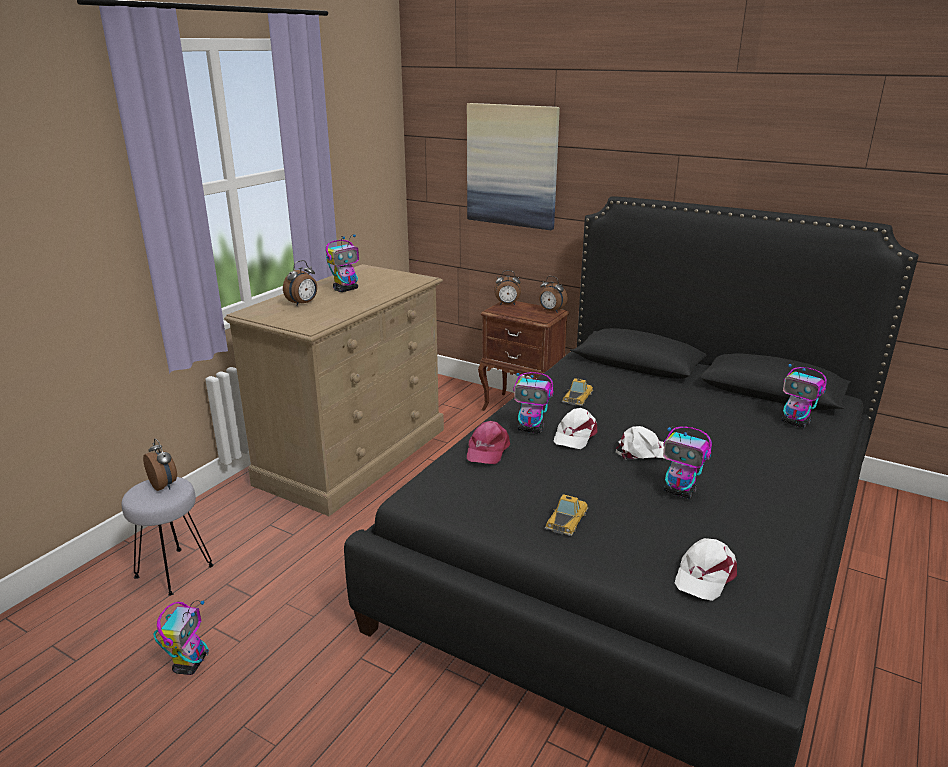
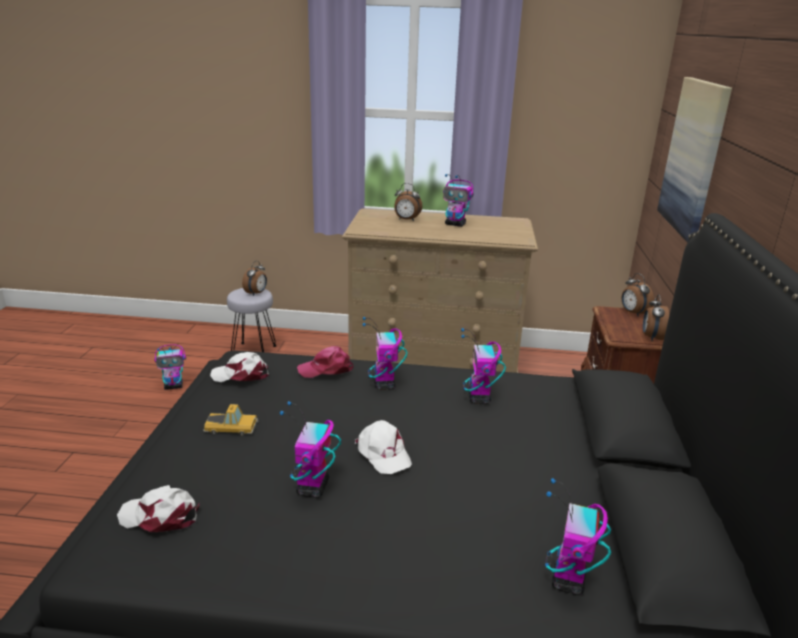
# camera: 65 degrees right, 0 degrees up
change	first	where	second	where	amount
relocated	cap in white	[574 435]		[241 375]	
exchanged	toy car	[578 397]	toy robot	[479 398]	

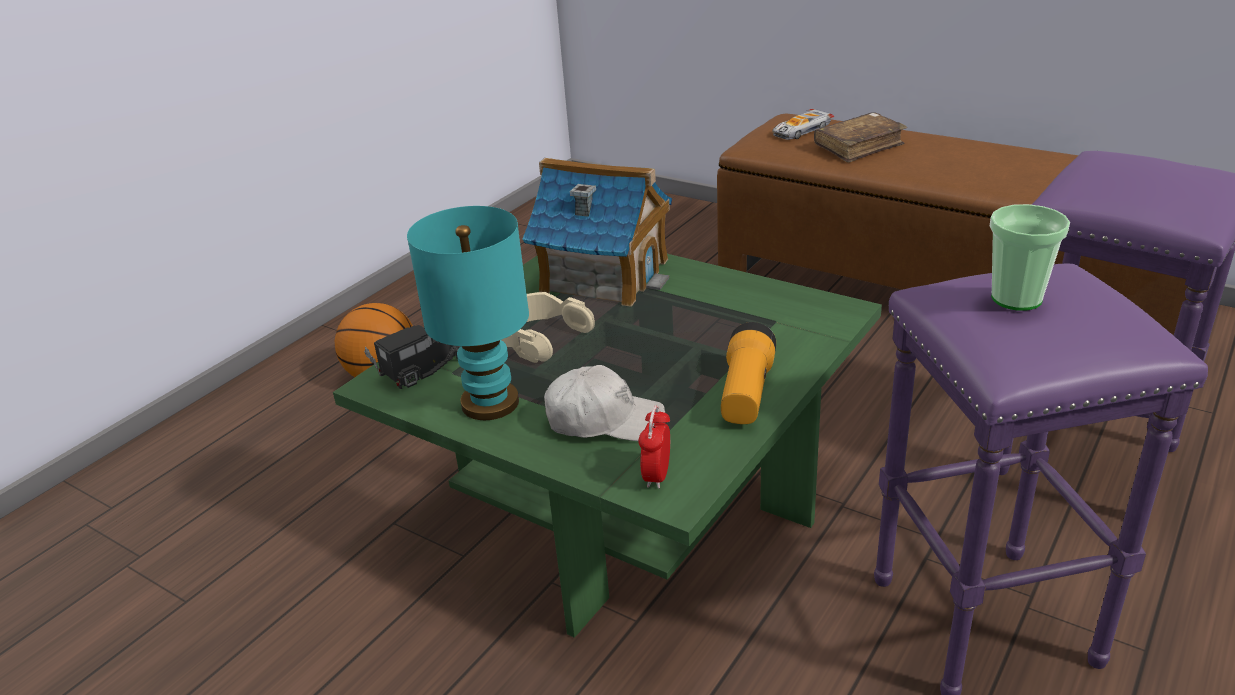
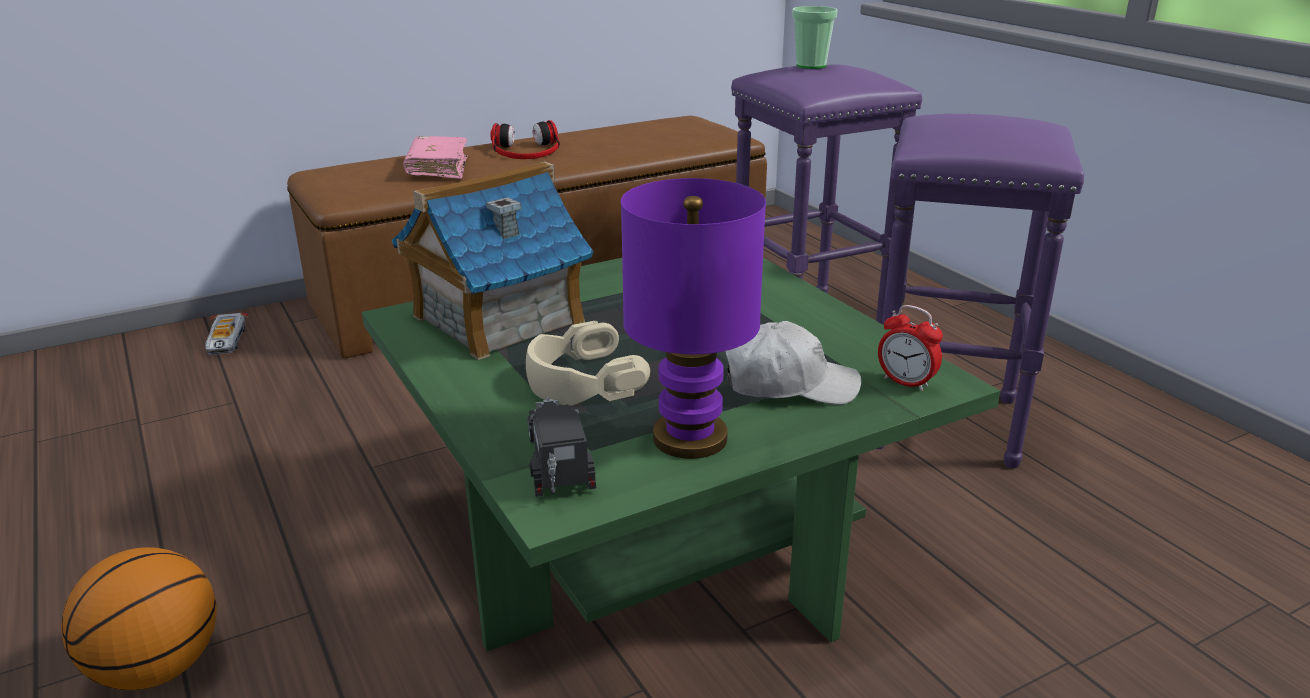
# camera: 65 degrees left, 5 degrees down
change	first	where	second	where	amount
relocated	toy car	[801 131]		[226 340]	
colour	volume in brownish	[858 147]	volume in pink-coloured	[438 168]	
appeared			pair of headphones	[526 150]	
colour	table lamp in blue-green	[491 402]	table lamp in purple	[689 437]	
spun	cap in white	[604 420]		[789 385]	60 degrees clockwise
relocated	cup	[1016 298]		[811 66]	
missing	hand torch	[746 393]			

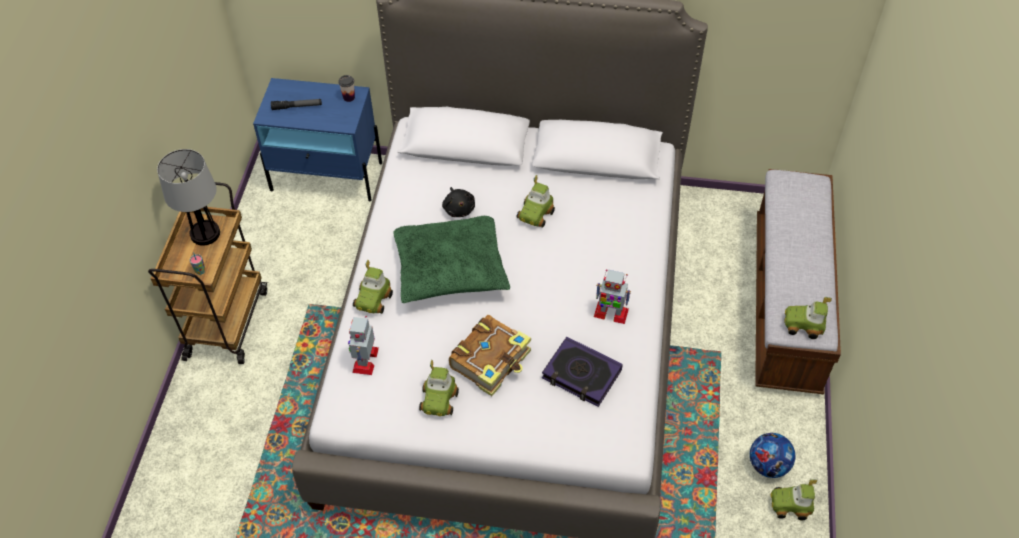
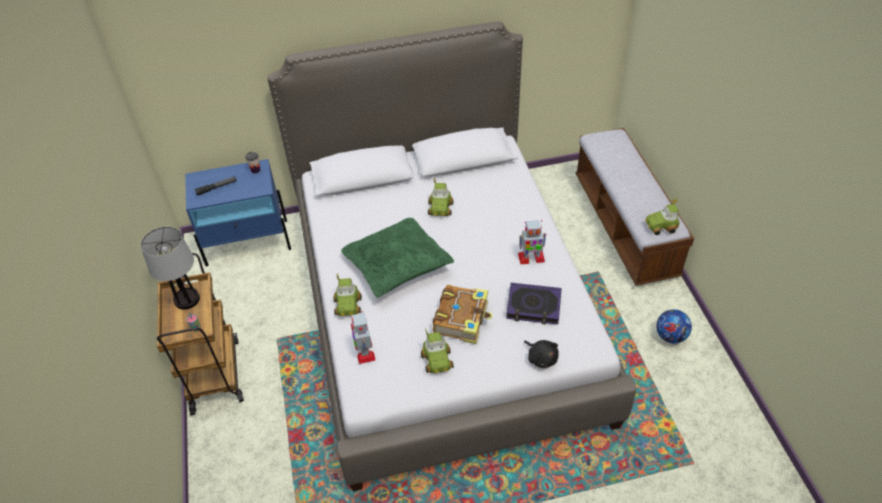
# camera: 20 degrees left, 5 degrees down
change	first	where	second	where	amount
relocated	plush toy in black	[459 208]		[541 358]	
missing	toy car	[790 505]			

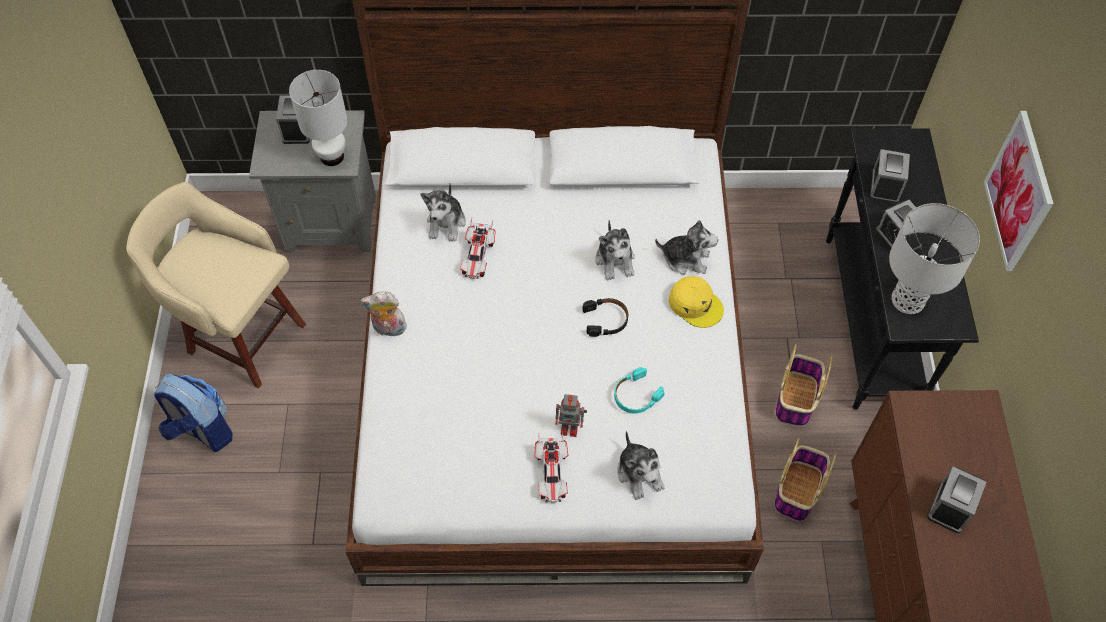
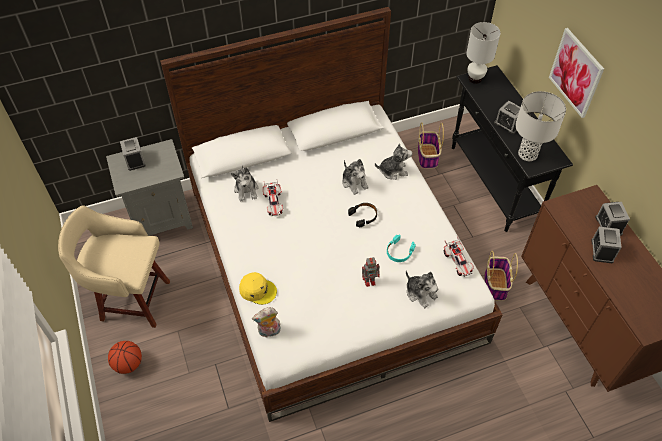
# camera: 20 degrees left, 5 degrees down
change	first	where	second	where	amount
exchanged	knapsack	[202 430]	ball for basketball	[128 364]	
relocated	cap in yellowish	[695 304]		[257 290]	
relocated	plush toy	[388 329]		[269 332]	
relocated	household basket	[796 400]		[427 157]	
relocated	toy car	[552 474]		[457 262]	
relocated	table lamp in white	[332 156]		[475 78]	
relocated	bedside clock	[885 186]		[608 225]	

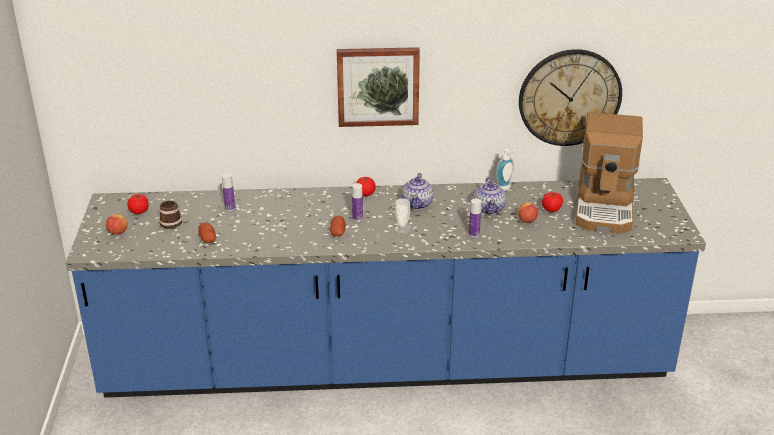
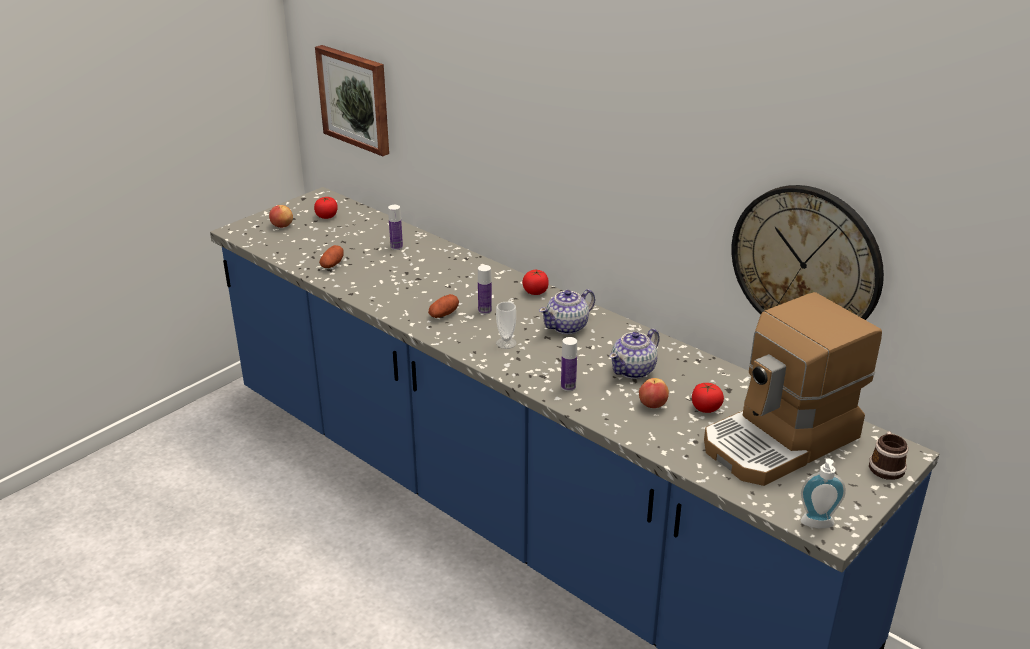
# camera: 45 degrees right, 0 degrees up
change	first	where	second	where	amount
relocated	wall art	[378 86]		[355 99]	
relocated	liquid soap bottle	[505 189]		[817 525]	
relocated	coffee mug	[169 222]		[885 466]	

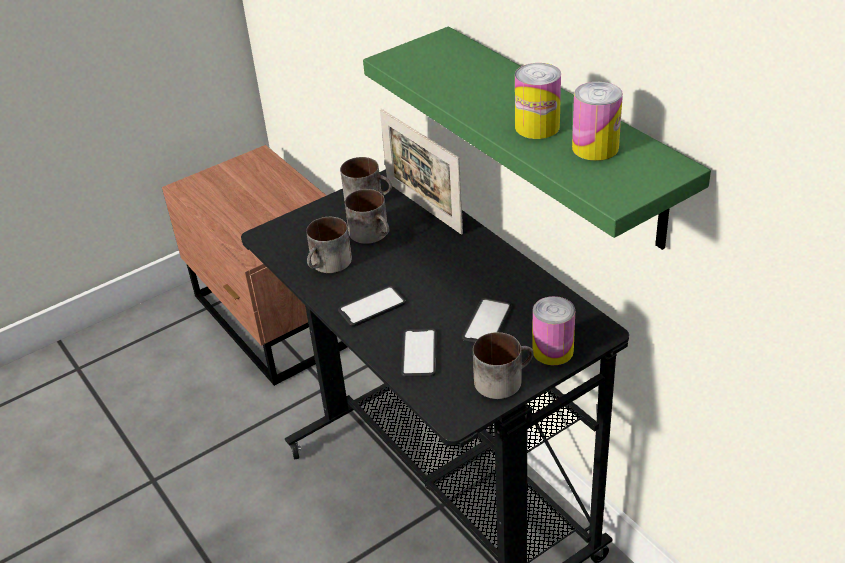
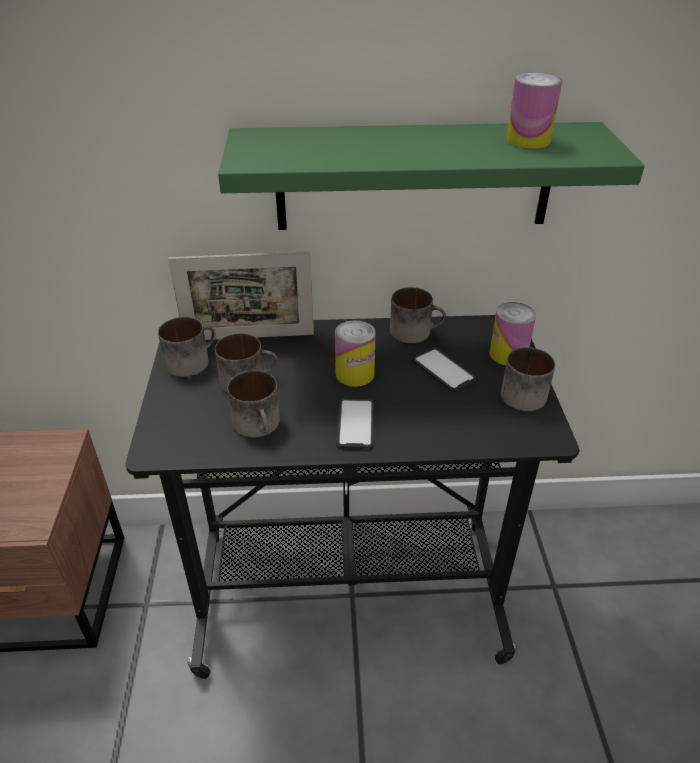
# camera: 60 degrees left, 0 degrees up
change	first	where	second	where	amount
relocated	can	[537 127]		[354 374]	
appeared			coffee mug	[415 331]	
missing	phone	[419 353]			

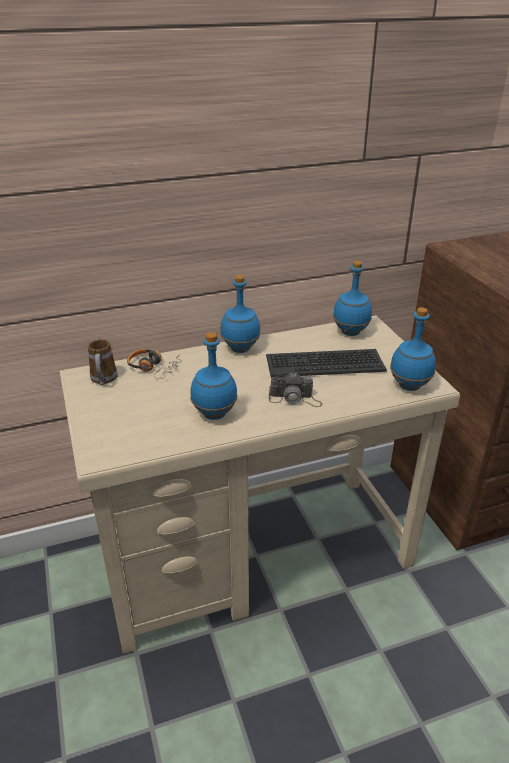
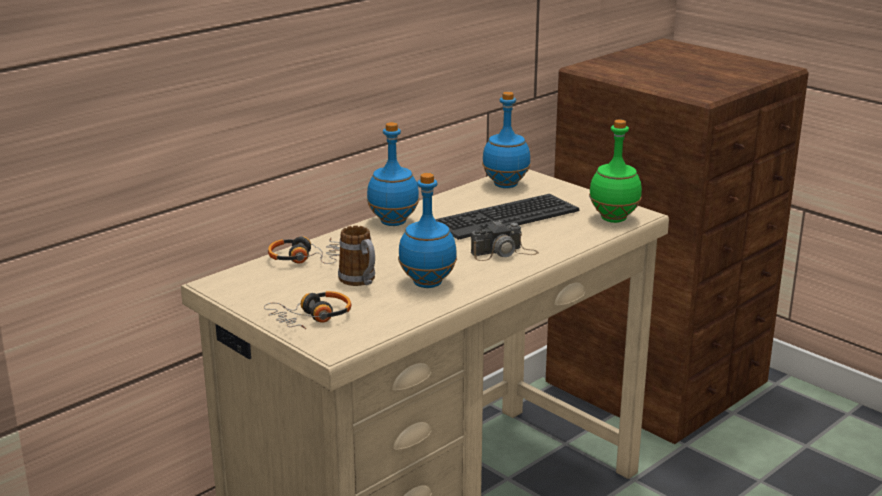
# camera: 25 degrees left, 10 degrees down
change	first	where	second	where	amount
appeared			pair of headphones	[311 318]	
relocated	coffee mug	[103 380]		[360 281]	
colour	bottle in blue-coloured	[409 385]	bottle in green-coloured	[613 218]	

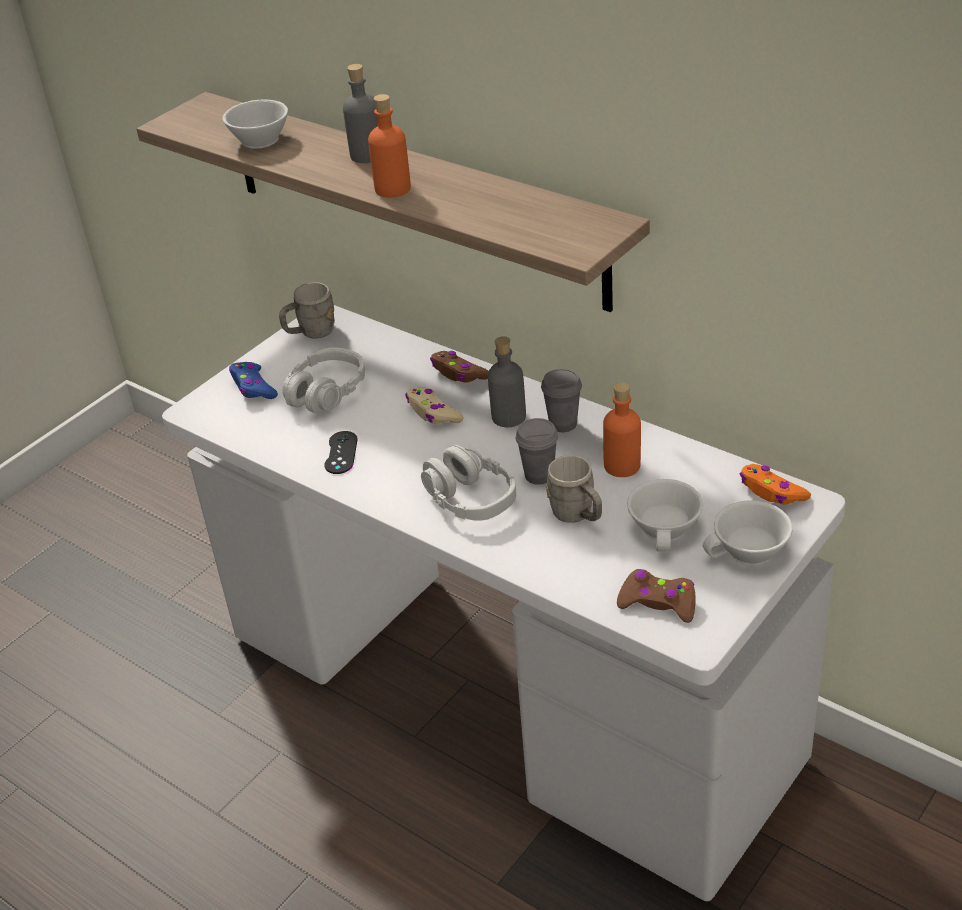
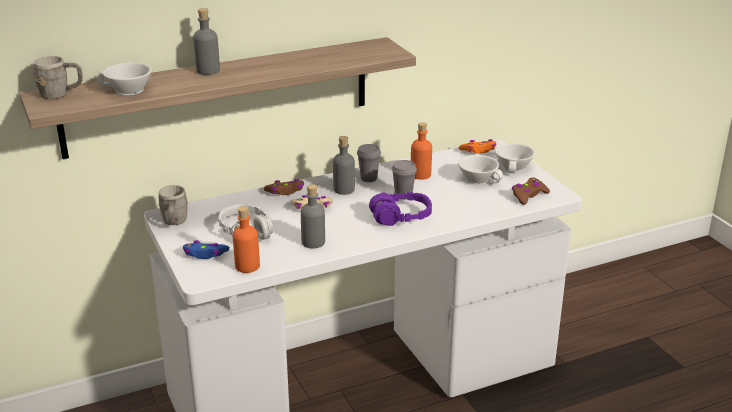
# camera: 65 degrees left, 10 degrees down
change	first	where	second	where	amount
relocated	coffee mug in gray	[577 515]		[61 94]	
relocated	bottle in orange	[393 189]		[247 266]	
exchanged	game controller in black	[341 453]	bottle in gray	[313 242]	
colour	pair of headphones in gray	[470 498]	pair of headphones in purple	[400 217]	

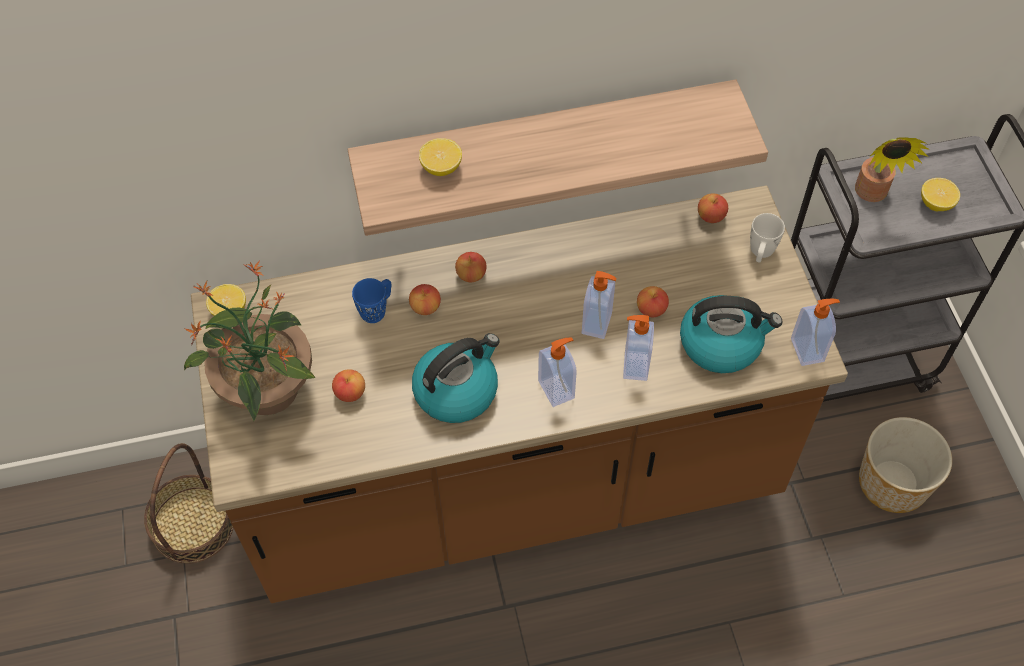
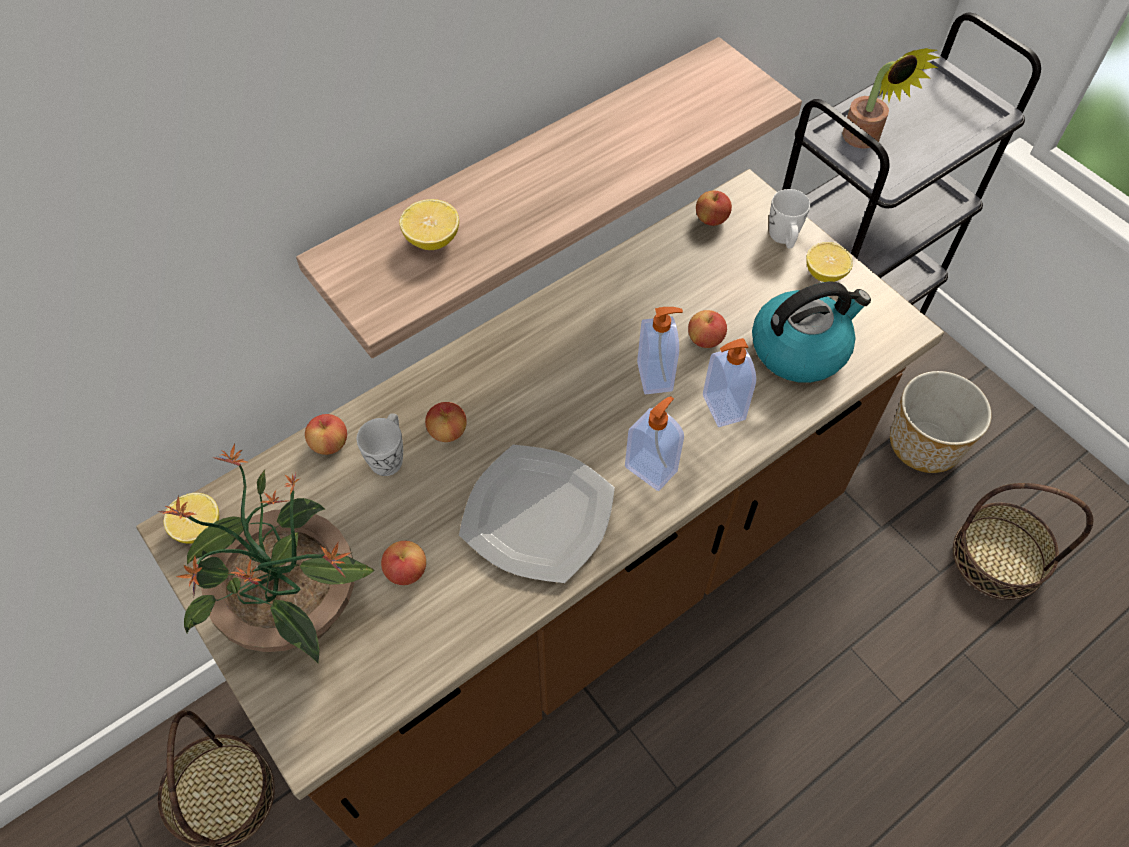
# camera: 25 degrees left, 0 degrees up
change	first	where	second	where	amount
relocated	whole apple	[471 275]		[329 444]	
colour	coffee mug in blue-coloured	[377 309]	coffee mug in white	[389 456]	
exchanged	tea kettle	[457 390]	dinner plate	[536 516]	
relocated	lemon	[935 203]		[824 273]	
appeared			household basket	[999 557]	
missing	liquid soap bottle	[808 350]			

